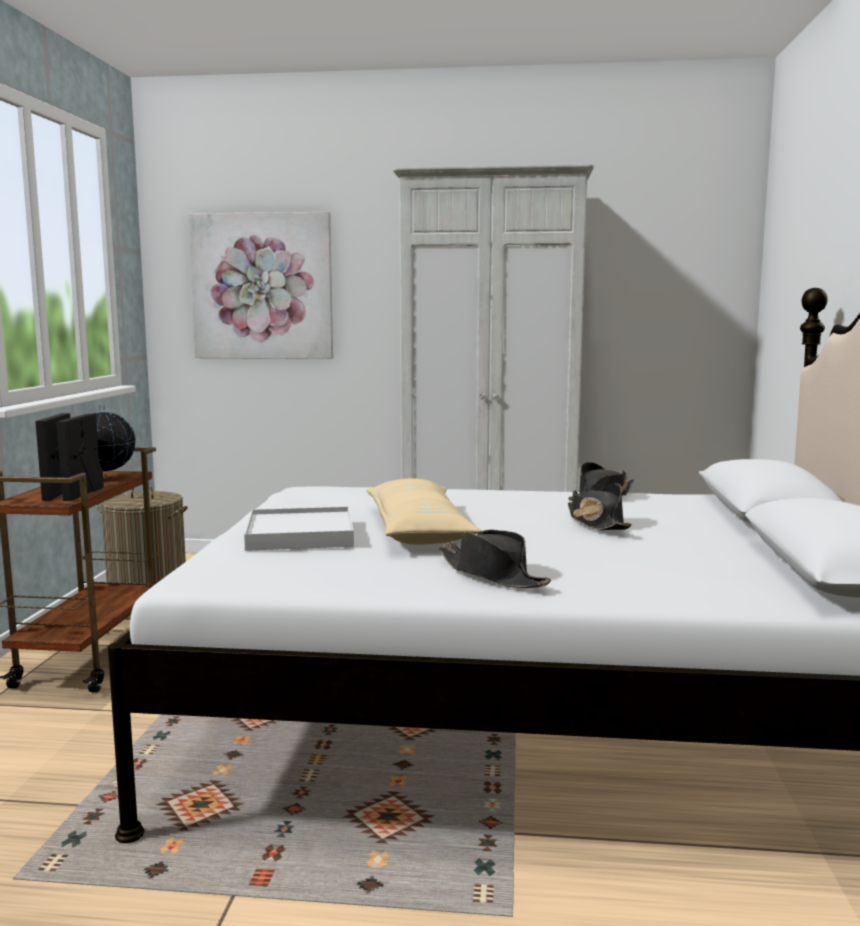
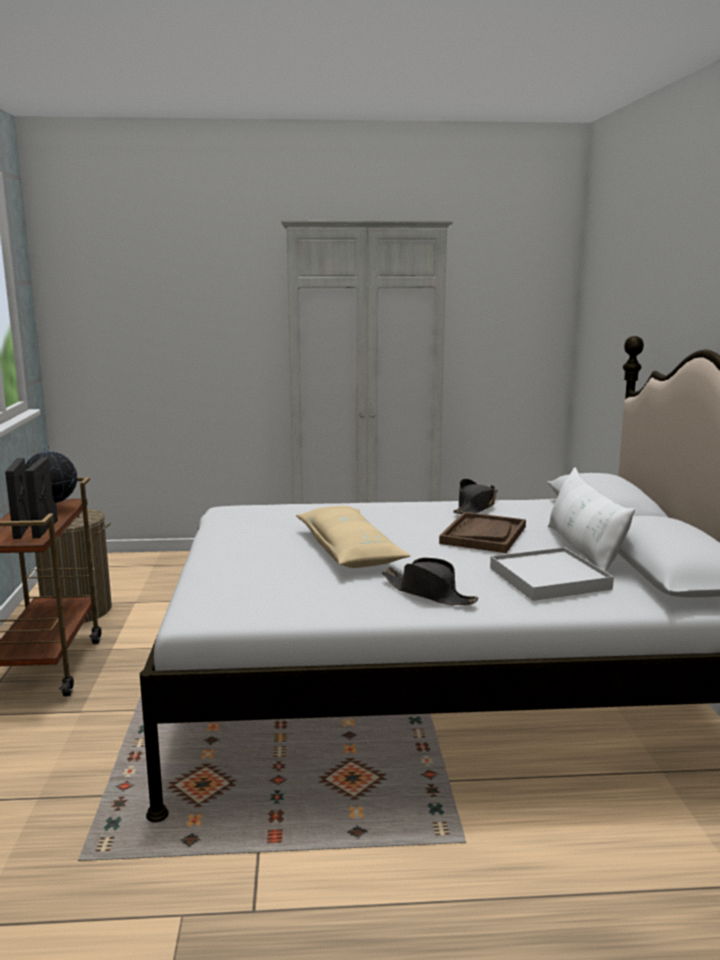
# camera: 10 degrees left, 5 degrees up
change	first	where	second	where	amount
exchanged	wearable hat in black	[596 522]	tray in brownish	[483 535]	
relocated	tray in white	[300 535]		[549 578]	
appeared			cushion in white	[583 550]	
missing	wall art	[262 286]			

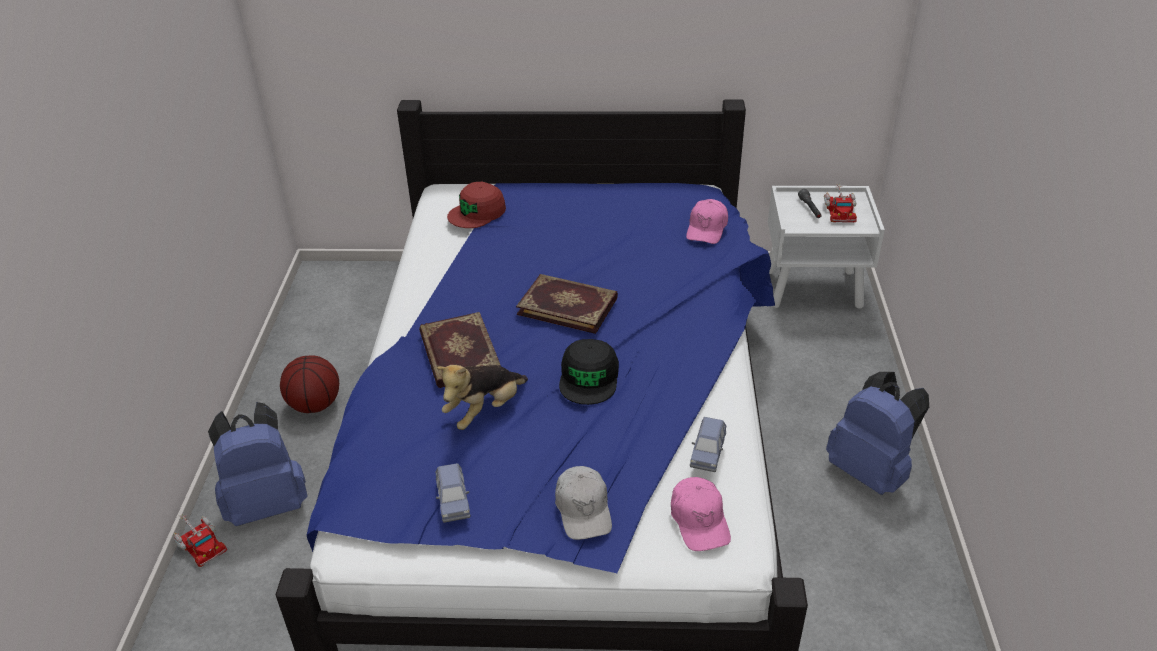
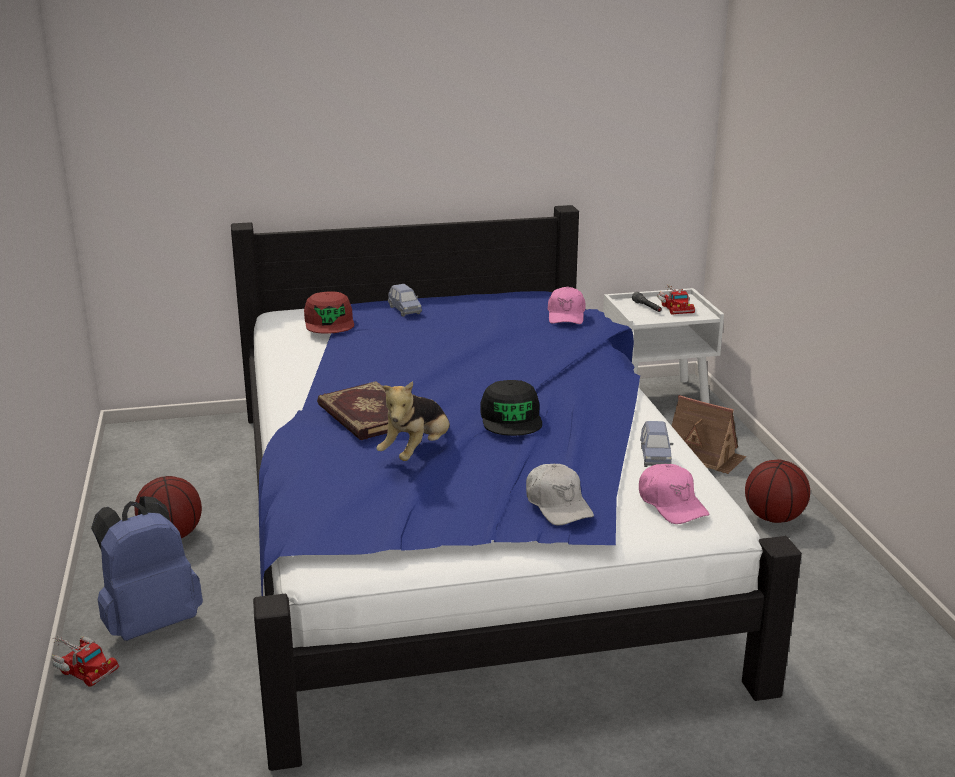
# camera: 15 degrees left, 15 degrees down
change	first	where	second	where	amount
spun	cap in red	[477 212]		[329 322]	45 degrees counterclockwise
relocated	toy car in blue-coloured	[453 502]		[404 310]	
appeared			miniature house	[704 456]	
exchanged	knapsack in blue-coloured	[870 471]	ball for basketball	[774 518]	
missing	volume	[568 305]			

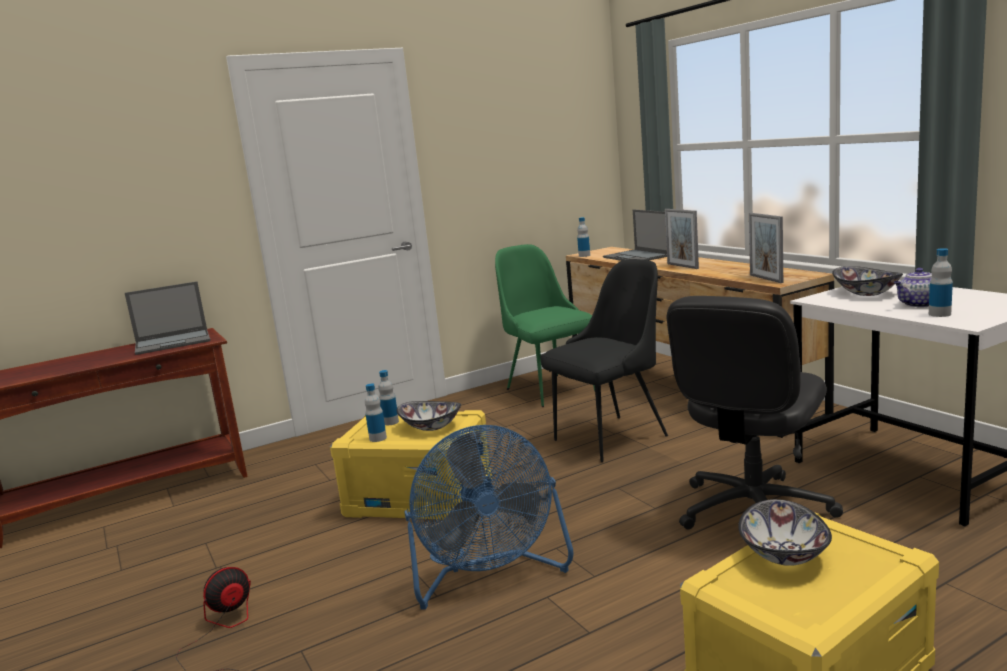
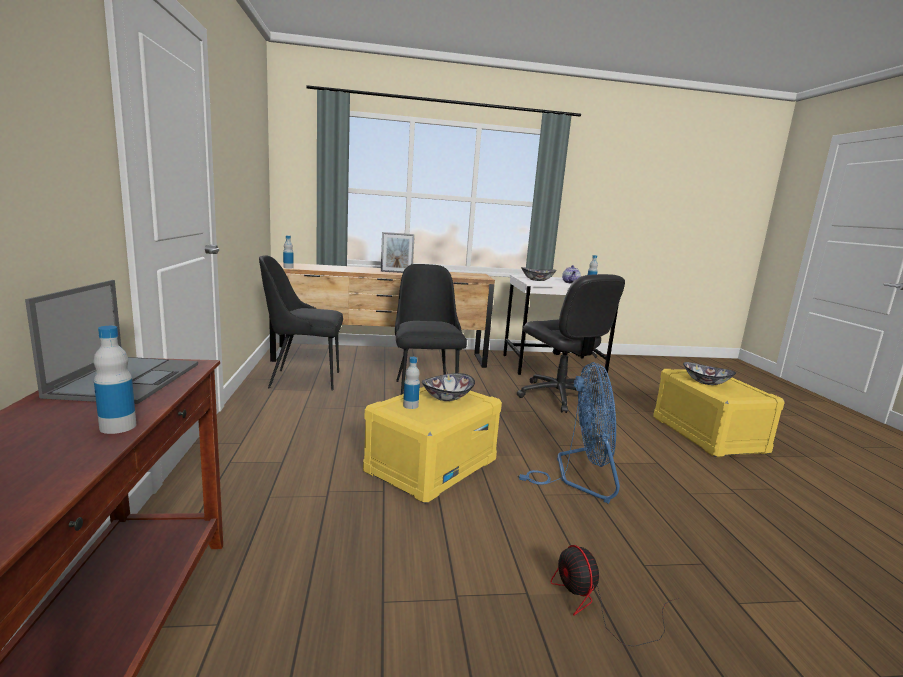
# camera: 70 degrees left, 0 degrees up
change	first	where	second	where	amount
relocated	bottle	[378 438]		[118 427]	
colour	chair in green-coloured	[549 390]	chair in black	[304 380]	
missing	notebook computer	[636 257]			
missing	standing frame	[766 279]			

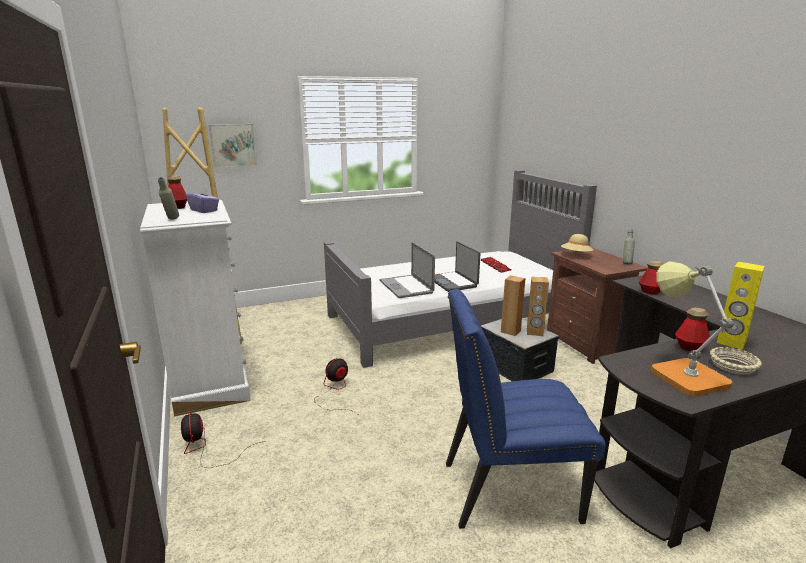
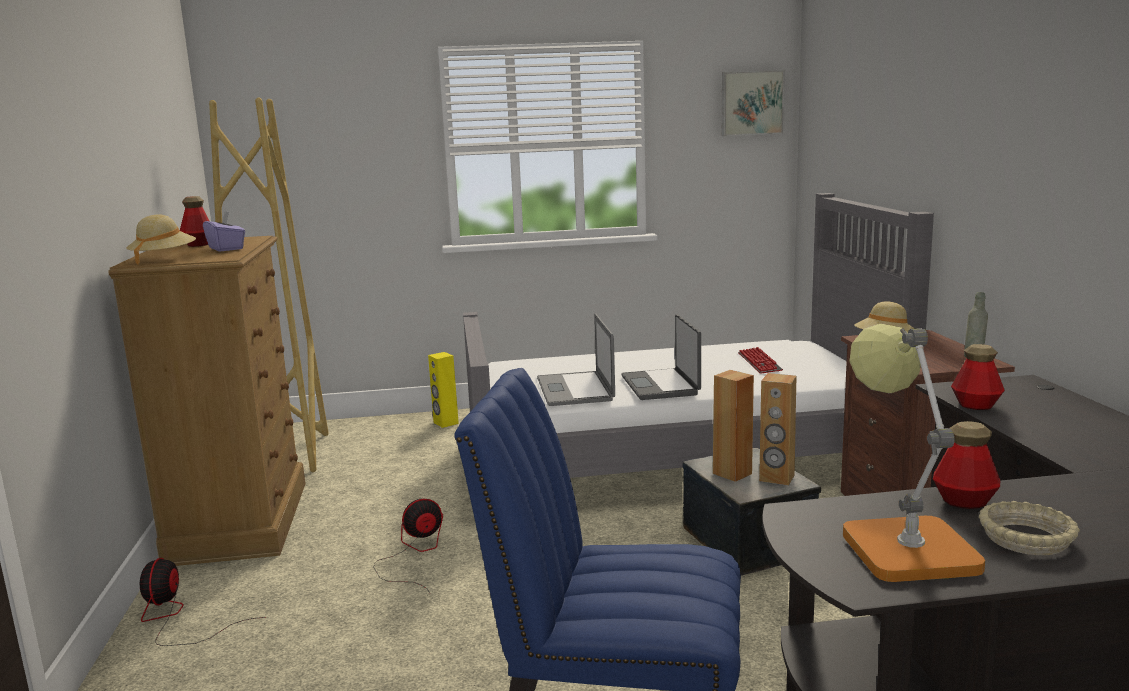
# camera: 15 degrees right, 5 degrees down
change	first	where	second	where	amount
colour	drawer chest in white	[210 380]	drawer chest in brownish	[240 520]	
exchanged	bottle in gray	[171 220]	wearable hat in sand-coloured	[164 259]	
relocated	audio speaker in yellowish	[731 342]		[445 423]	
relocated	wall art	[233 145]		[751 103]	

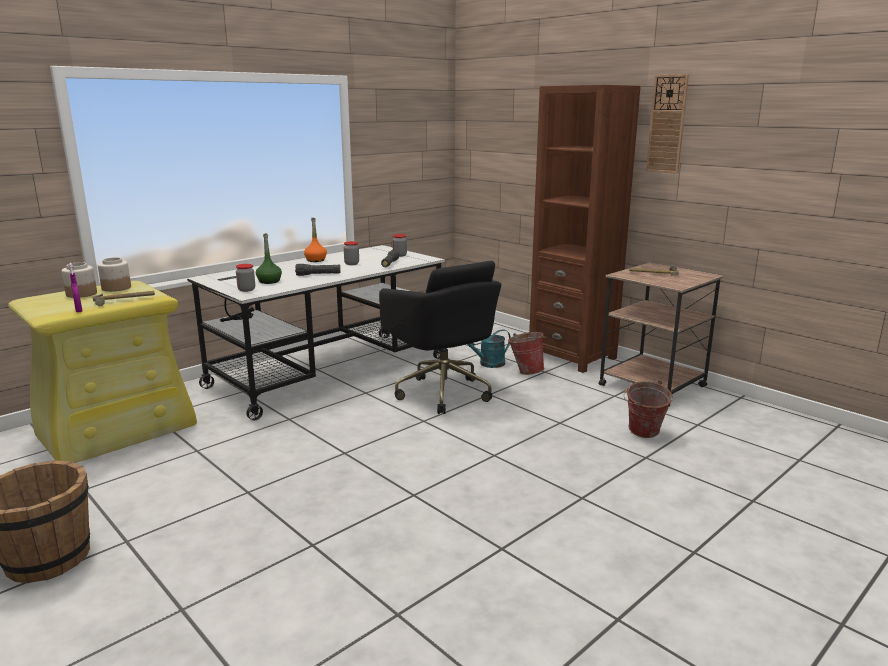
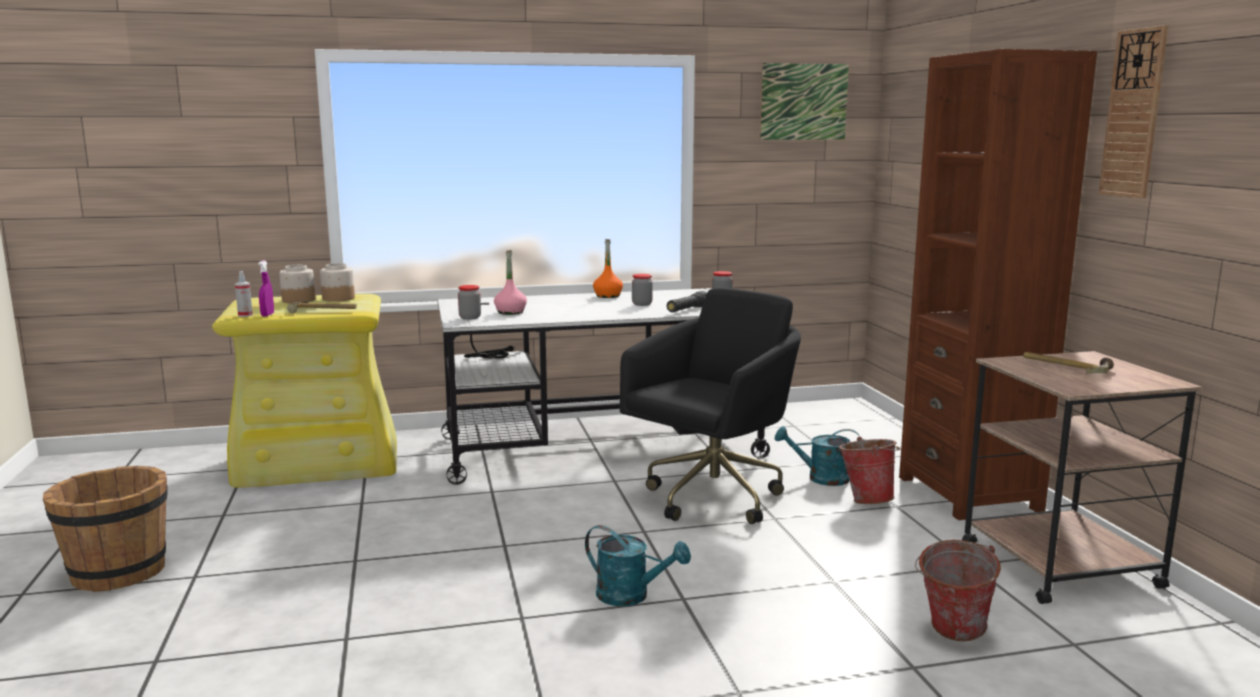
# camera: 30 degrees right, 5 degrees down
change	first	where	second	where	amount
appeared			sprayer	[245 315]	
colour	bottle in green-coloured	[269 281]	bottle in pink-coloured	[510 312]	
appeared			watering pot in blue-green	[631 596]	
spun	office chair in black	[440 392]		[709 501]	135 degrees counterclockwise
appeared			wall art	[803 102]	
missing	hand torch in black	[318 275]			

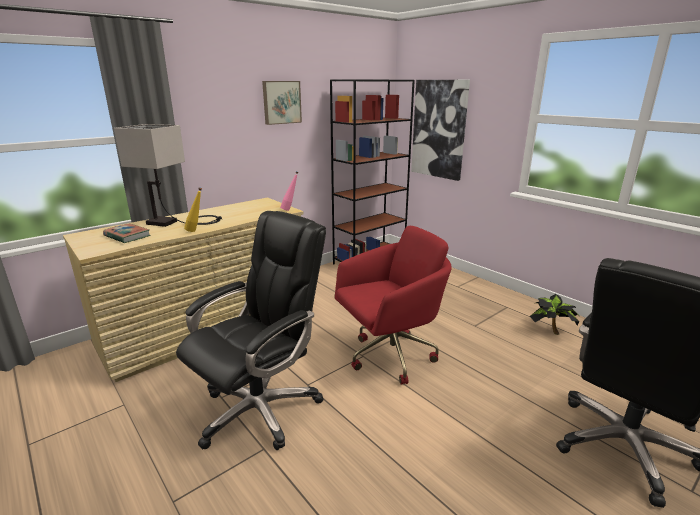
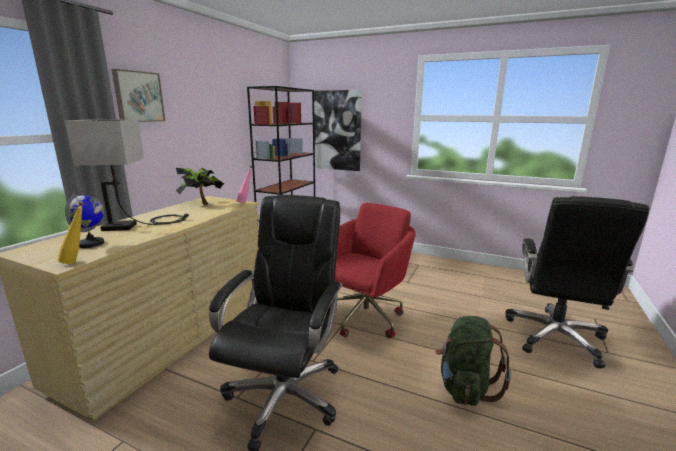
# camera: 25 degrees left, 5 degrees down
change	first	where	second	where	amount
relocated	bottle in yellowish	[196 231]		[77 262]	
exchanged	volume	[127 236]	globe	[91 244]	
relocated	wall art	[281 102]		[138 97]	
relocated	potted plant	[550 331]		[201 203]	
appeared			knapsack in green-coloured	[465 387]	

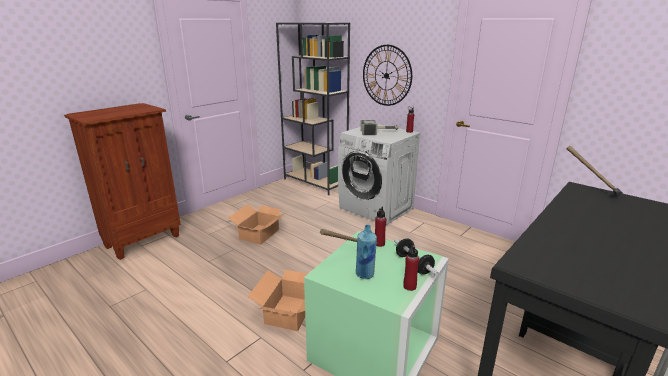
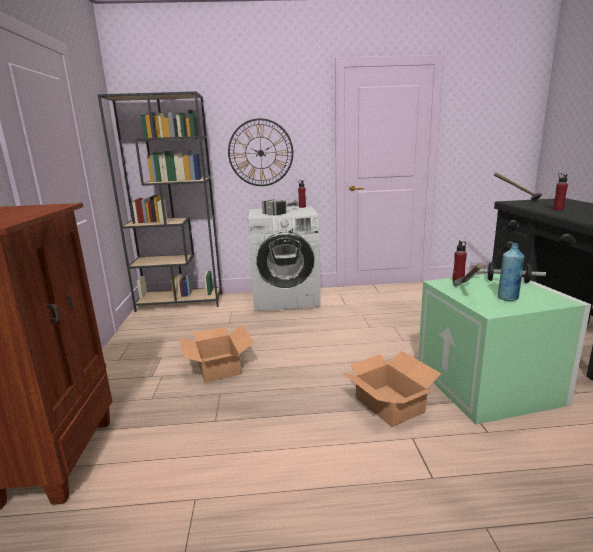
# camera: 45 degrees left, 5 degrees down
change	first	where	second	where	amount
relocated	bottle in red	[409 286]		[558 209]	

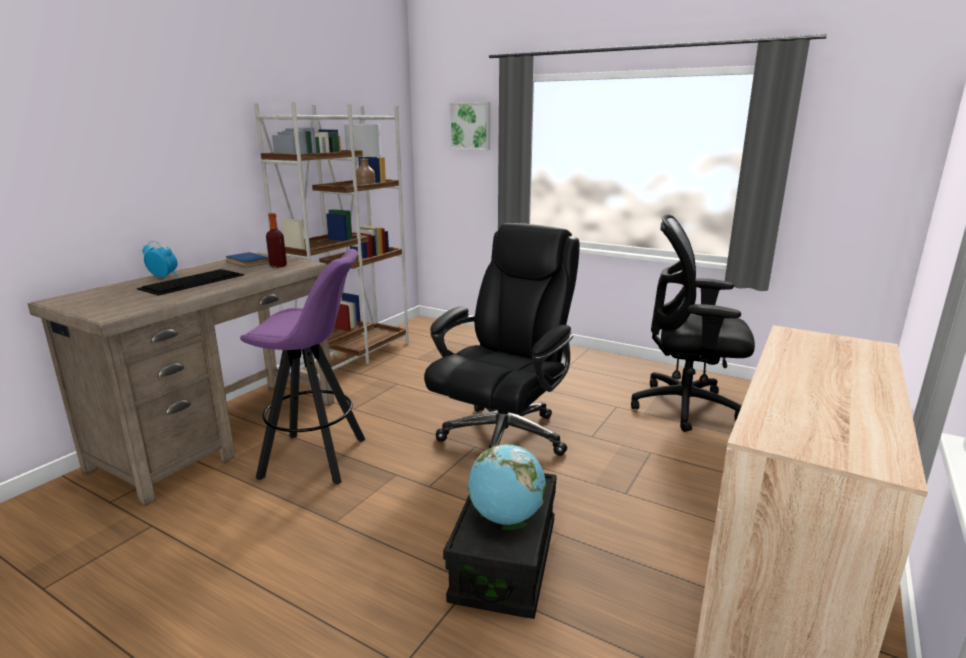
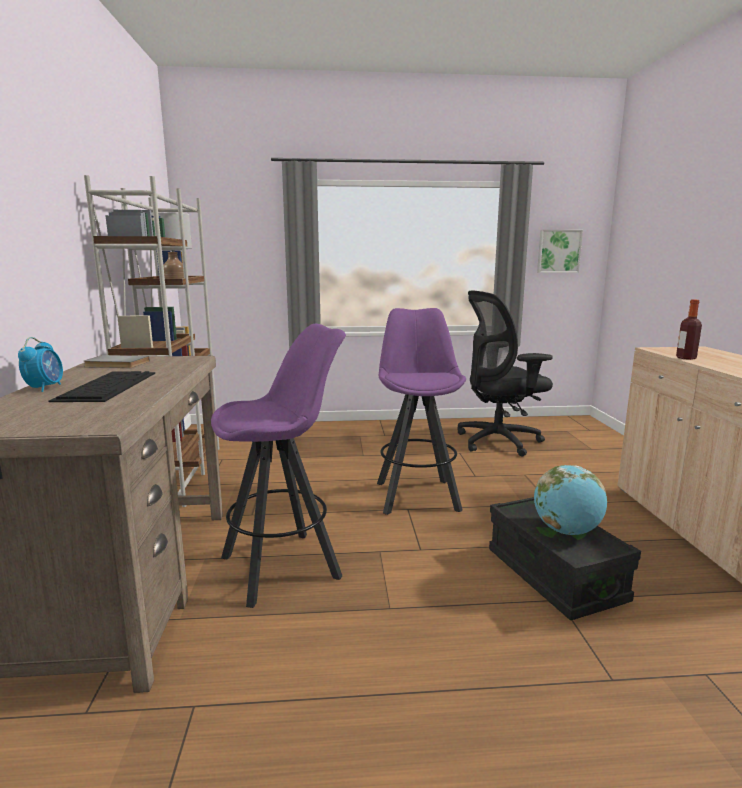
# camera: 35 degrees left, 5 degrees down
change	first	where	second	where	amount
spun	bedside clock	[163 276]		[45 388]	105 degrees clockwise
colour	volume in blue-coloured	[246 262]	volume in gray	[116 364]	
exchanged	office chair in black	[503 436]	stool in purple	[417 495]	
relocated	wall art	[471 126]		[558 251]	
relocated	bottle	[278 266]		[686 358]	

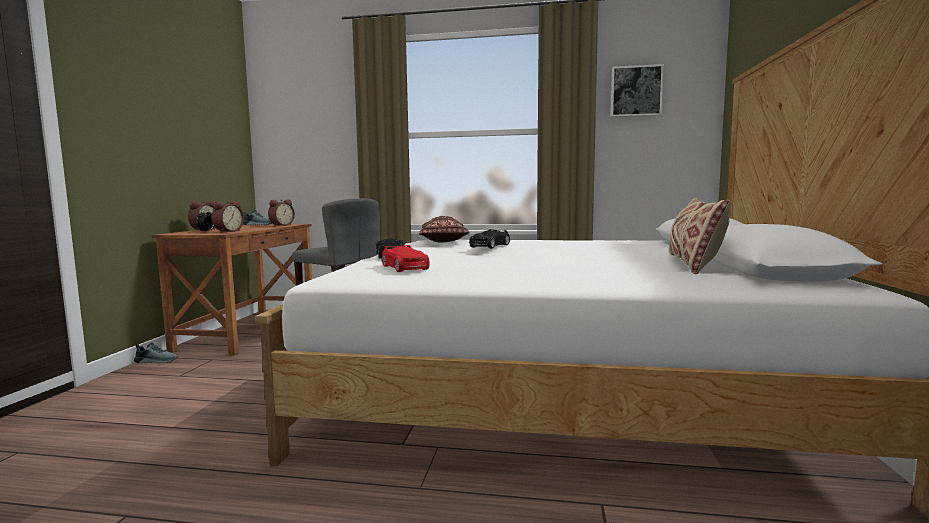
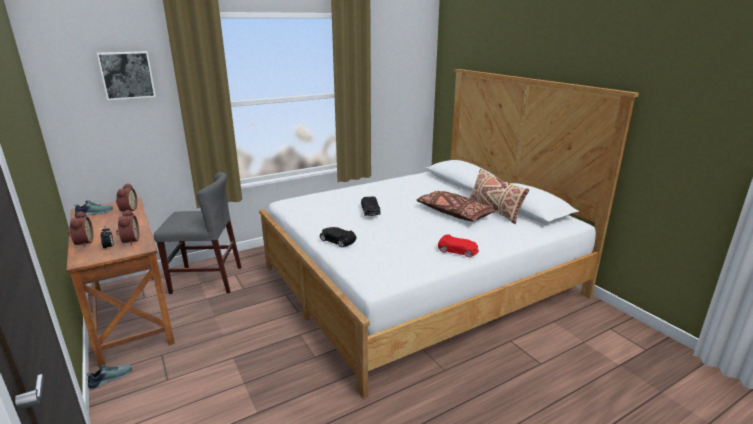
# camera: 40 degrees left, 15 degrees up
change	first	where	second	where	amount
relocated	wall art	[636 91]		[127 75]	
relocated	cushion in brownish	[443 241]		[453 213]	
relocated	toy car in red	[405 268]		[458 251]	

